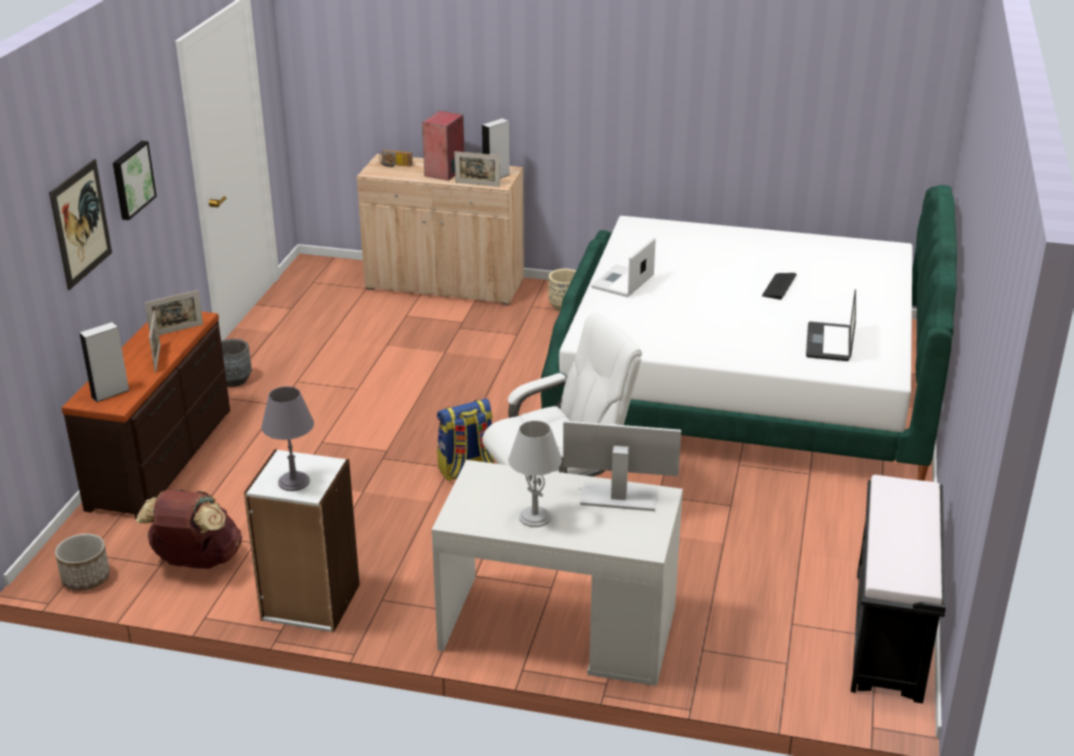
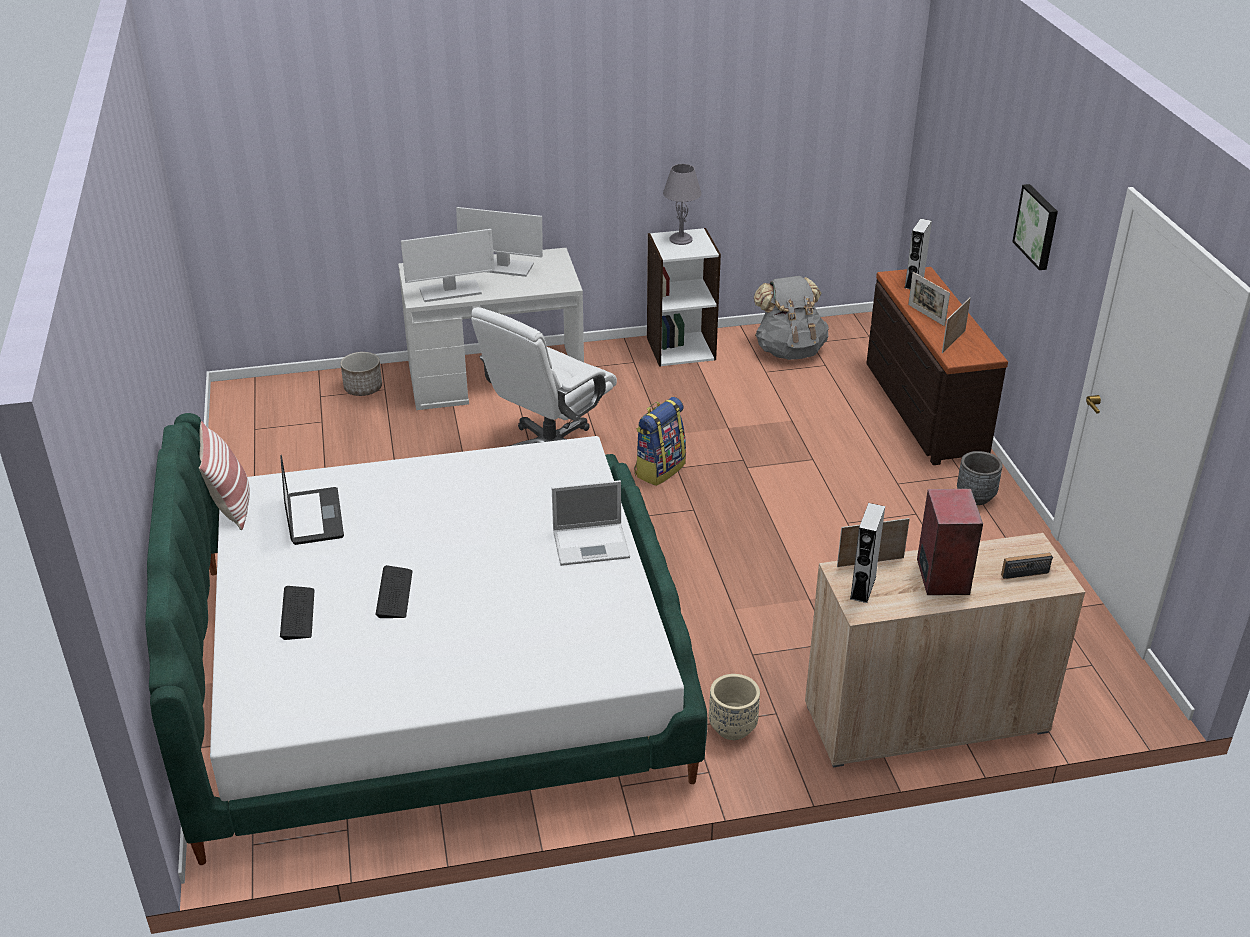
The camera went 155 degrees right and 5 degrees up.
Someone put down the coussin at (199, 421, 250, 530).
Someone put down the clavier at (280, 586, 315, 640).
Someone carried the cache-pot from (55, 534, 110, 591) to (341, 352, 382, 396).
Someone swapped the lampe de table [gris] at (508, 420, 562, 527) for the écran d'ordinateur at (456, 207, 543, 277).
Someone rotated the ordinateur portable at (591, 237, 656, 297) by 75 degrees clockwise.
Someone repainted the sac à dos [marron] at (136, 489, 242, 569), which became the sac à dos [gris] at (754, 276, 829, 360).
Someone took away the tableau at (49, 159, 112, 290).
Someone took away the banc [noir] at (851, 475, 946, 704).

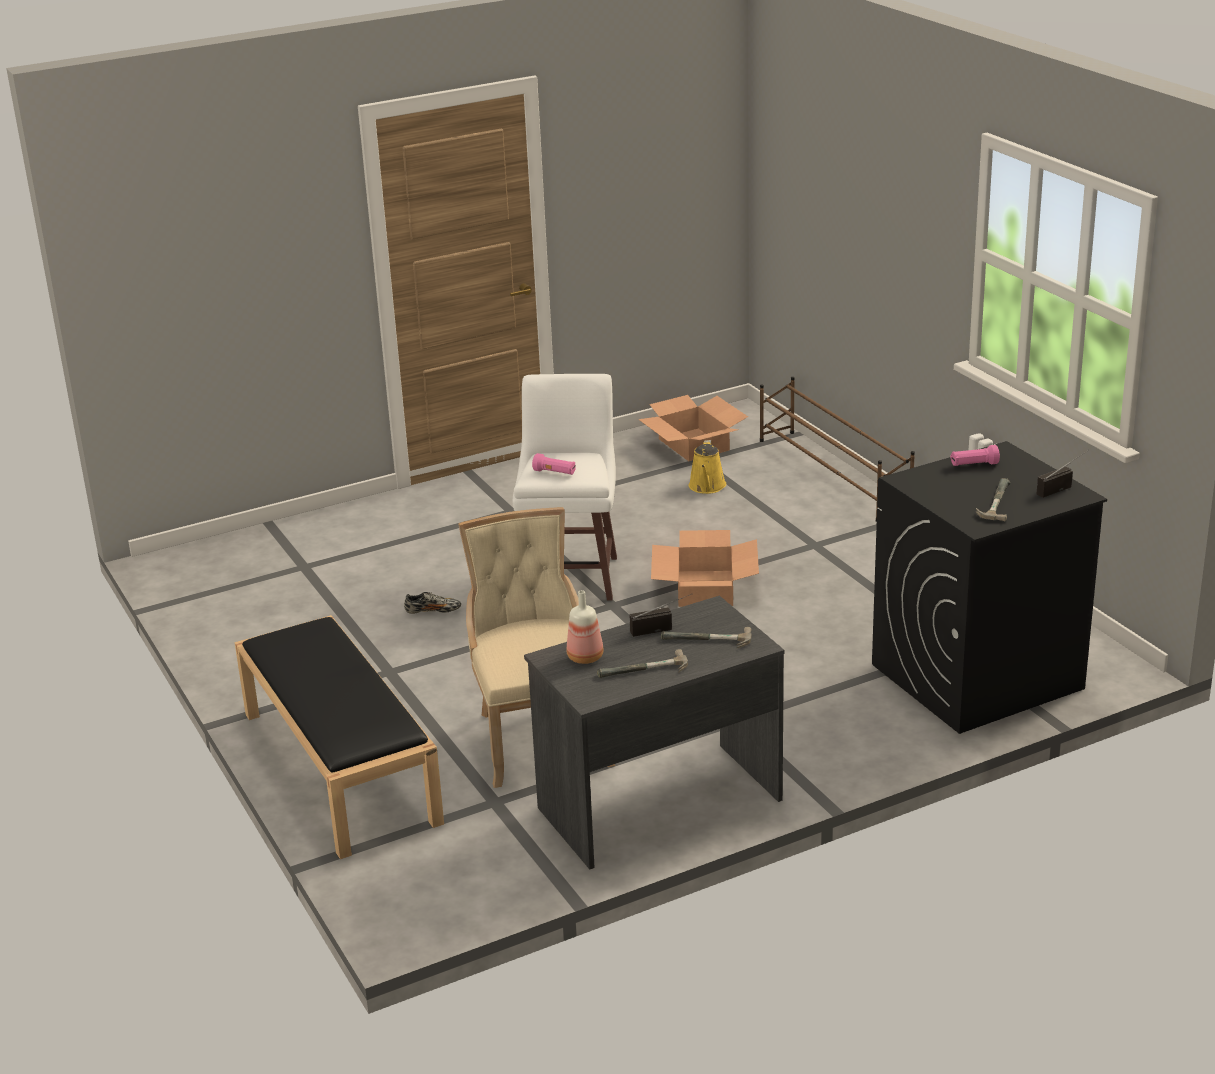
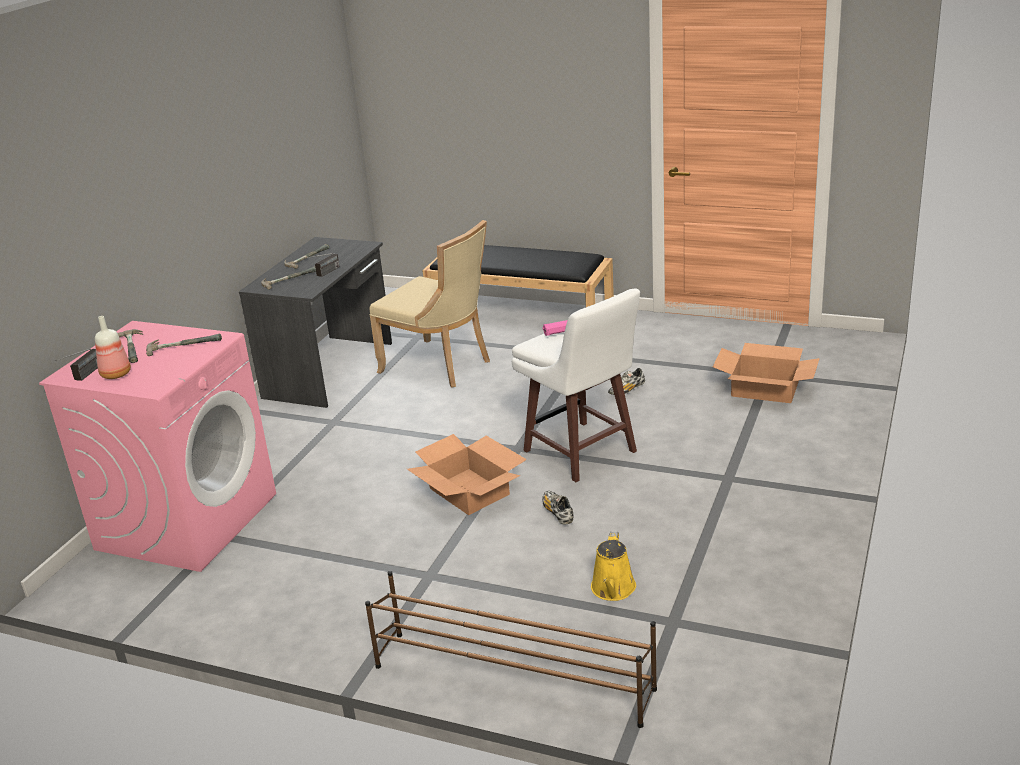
The camera went 140 degrees right and 0 degrees up.
Someone repainted the lave-linge [noir] at (872, 441, 1107, 734), which became the lave-linge [rose] at (39, 321, 276, 572).
Someone carried the bouteille from (567, 590, 604, 664) to (95, 316, 131, 379).
Someone put down the marteau at (146, 334, 222, 356).
Someone put down the chaussure at (542, 491, 573, 524).
Someone rotated the arrosoir [jaune] at (689, 440, 726, 494) by 135 degrees counterclockwise.
Someone carried the carton from (638, 395, 748, 461) to (713, 343, 820, 403).
Someone took away the lampe de poche [rose] at (950, 445, 1000, 466).

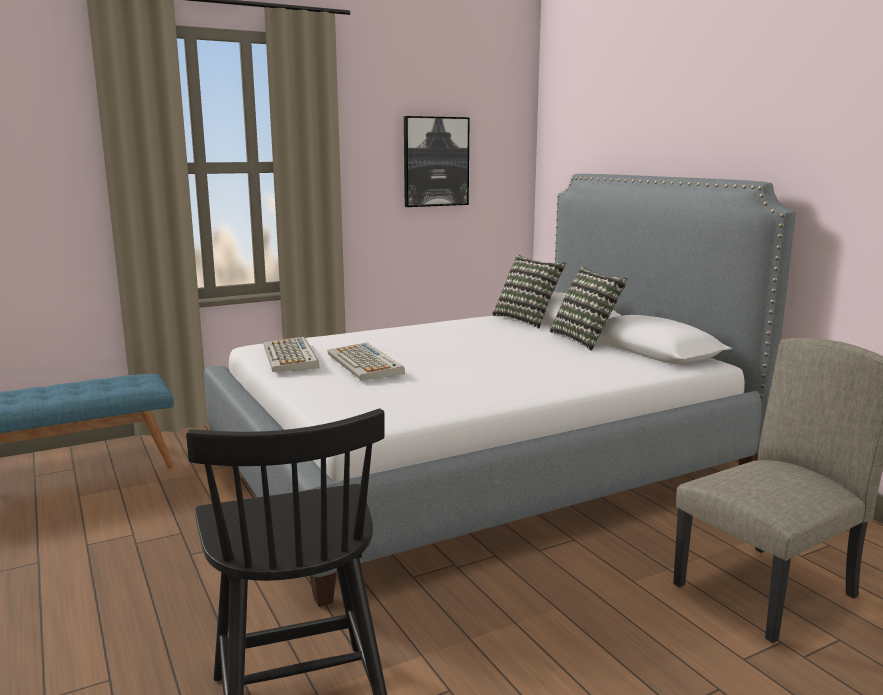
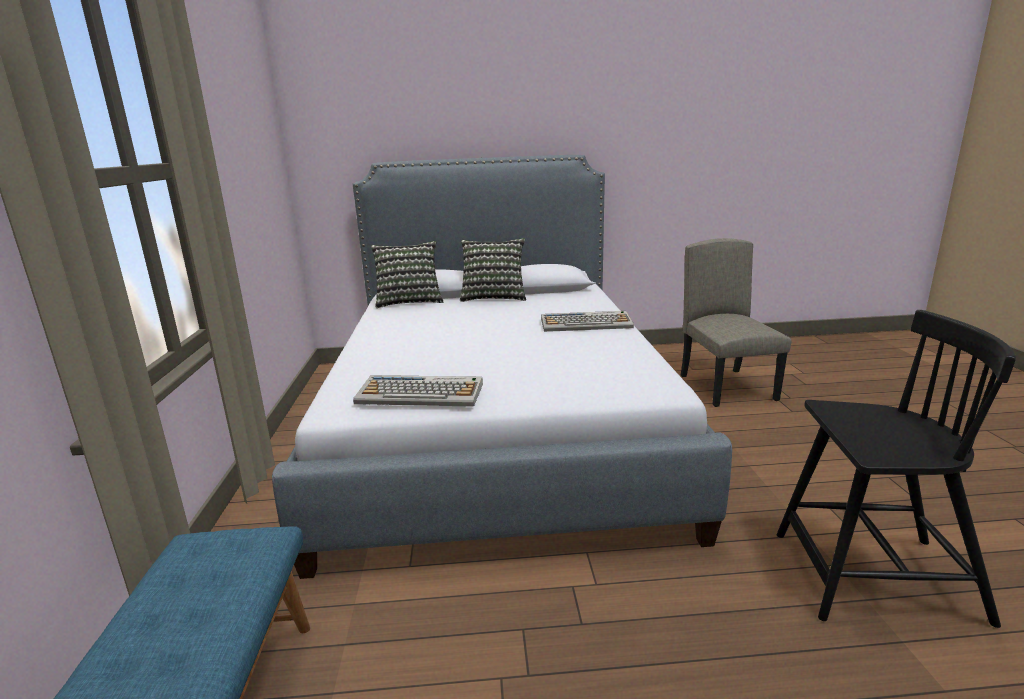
The camera went 65 degrees left and 5 degrees up.
Someone carried the clavier from (328, 343, 405, 380) to (541, 311, 634, 332).
Someone took away the tableau at (404, 116, 470, 207).

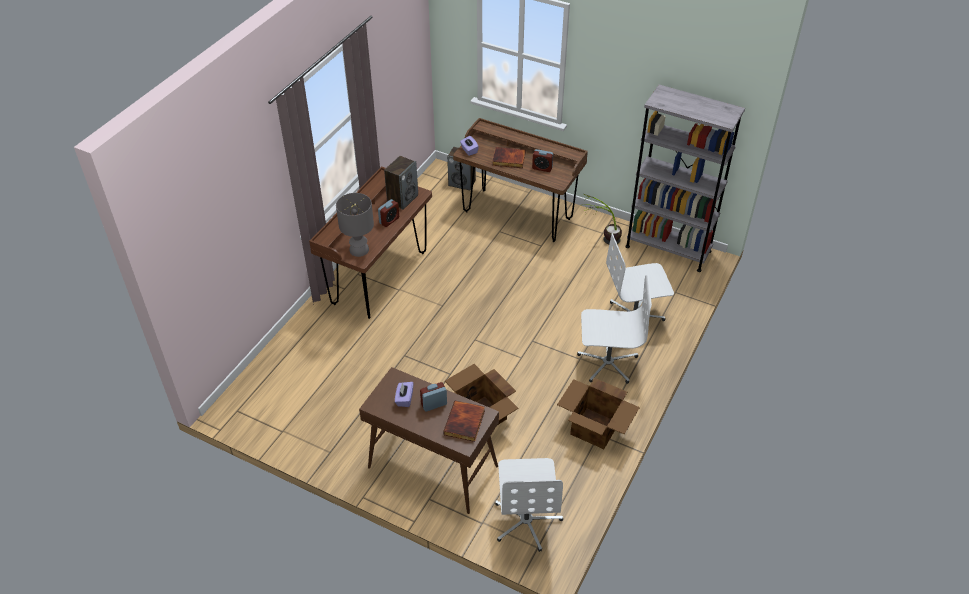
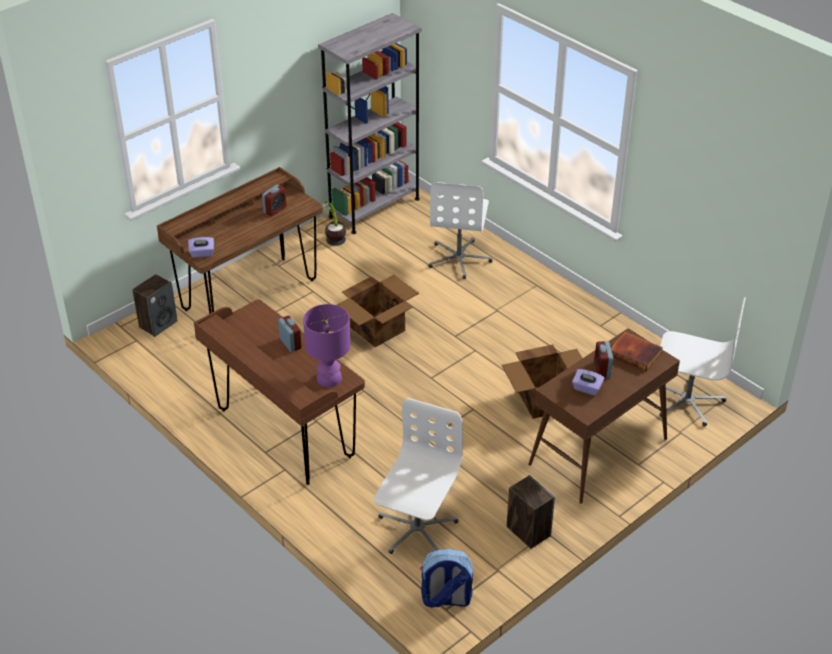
The camera went 70 degrees left and 5 degrees down.
Someone repainted the lampe de table [gris] at (336, 193, 374, 257), which became the lampe de table [violet] at (303, 304, 350, 387).
Someone carried the carton from (557, 378, 640, 449) to (337, 275, 419, 347).
Someone carried the chaise de bureau [blanc] from (577, 275, 652, 384) to (374, 398, 463, 554).
Someone put down the sac à dos at (420, 549, 473, 608).
Someone carried the enceinte from (384, 156, 418, 210) to (507, 475, 555, 549).
Someone took away the livre at (492, 147, 526, 168).

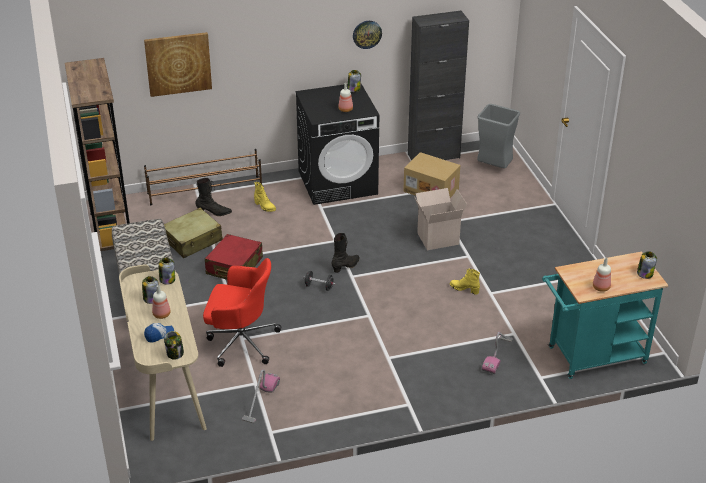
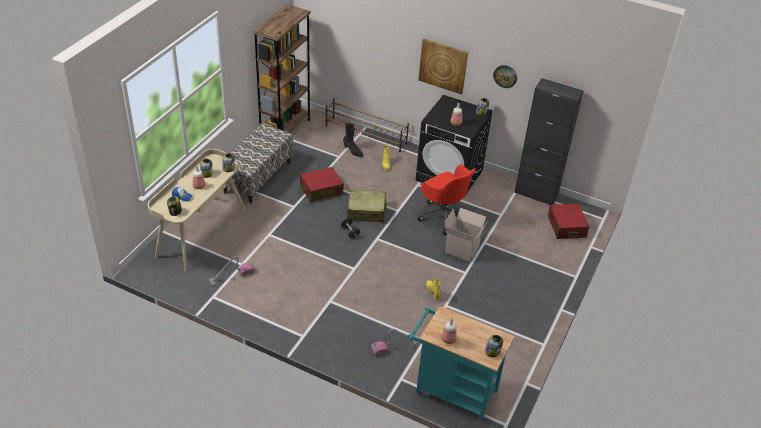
The camera went 40 degrees right and 5 degrees up.
Someone carried the valise [beige] from (164, 208, 223, 258) to (347, 190, 388, 222).
Someone carried the tableau from (144, 32, 212, 97) to (418, 39, 468, 94).
Someone carried the chaise de bureau [rouge] from (203, 258, 281, 367) to (418, 165, 476, 235).
Someone swapped the poubelle [gris] at (477, 104, 520, 168) for the valise [rouge] at (548, 203, 590, 239).
Someone took away the botte [noir] at (332, 233, 360, 273).
Someone took away the carton at (403, 152, 460, 198).

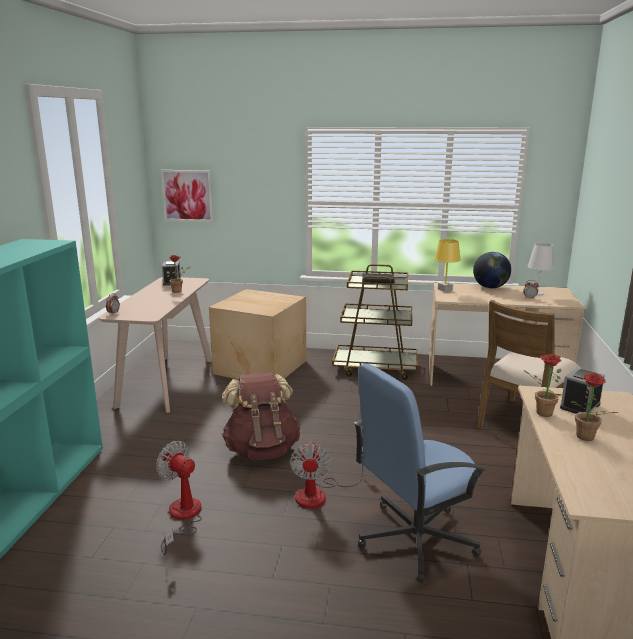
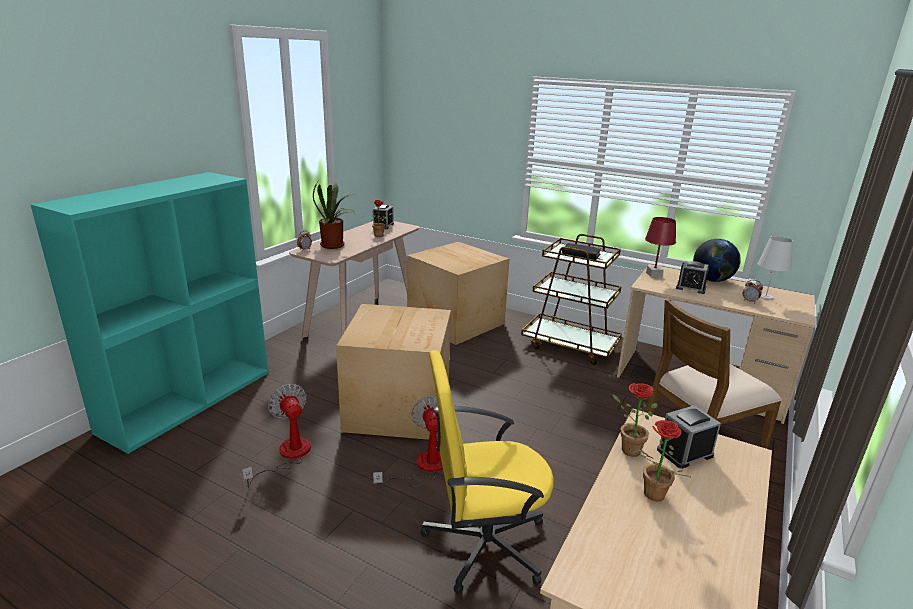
The camera went 20 degrees right and 5 degrees up.
Someone put down the plante en pot at (313, 182, 357, 249).
Someone swapped the sac à dos [marron] at (222, 372, 301, 460) for the carton at (336, 304, 451, 440).
Someone rotated the ventilateur at (290, 441, 363, 508) by 150 degrees clockwise.
Someone repainted the chaise de bureau [bleu] at (354, 364, 486, 583), which became the chaise de bureau [jaune] at (421, 350, 554, 594).
Someone repainted the lampe de table [jaune] at (434, 239, 461, 292), which became the lampe de table [rouge] at (645, 217, 676, 277).
Someone put down the réveil at (676, 261, 709, 294).
Someone took away the tableau at (161, 170, 214, 222).

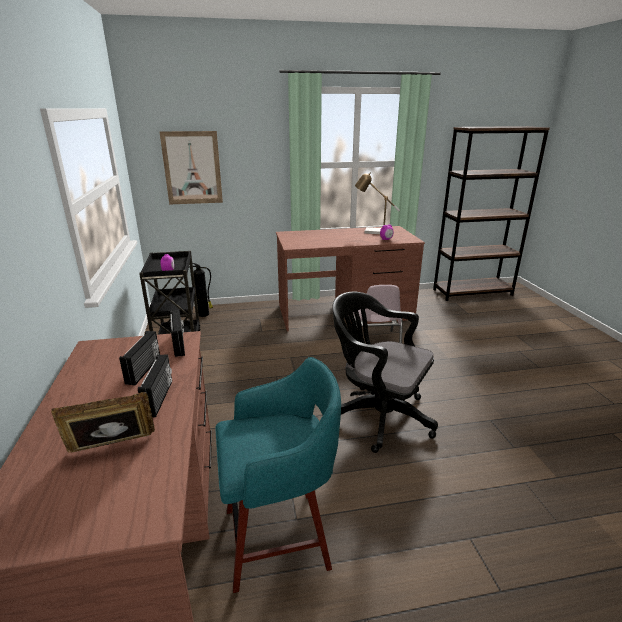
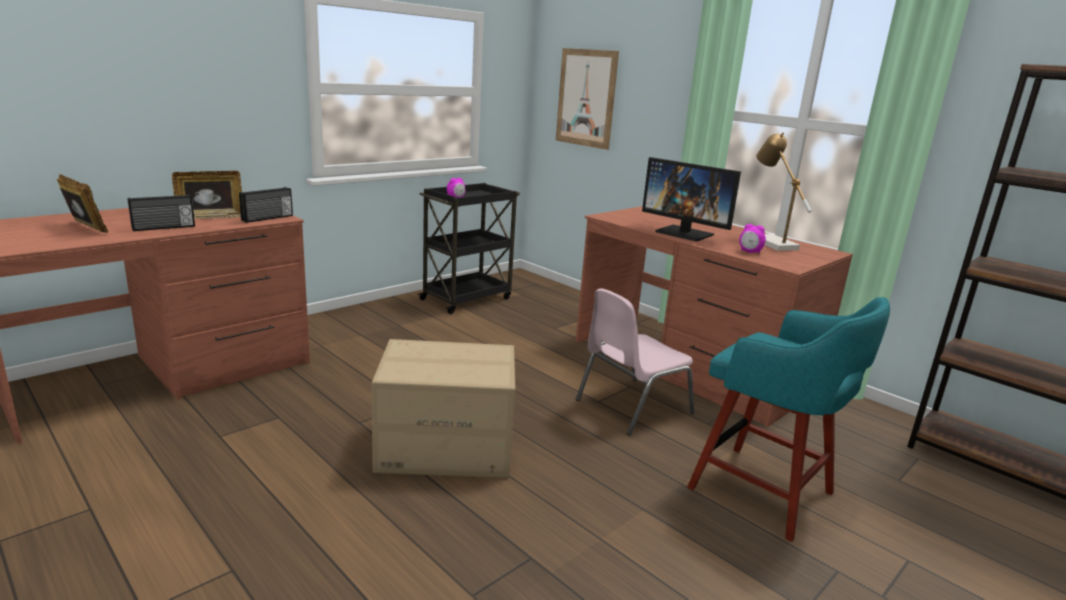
The camera went 55 degrees right and 5 degrees down.
Someone swapped the radio at (119, 331, 160, 385) for the cadre photo at (172, 171, 242, 219).
Someone swapped the chaise de bureau [noir] at (332, 292, 438, 453) for the carton at (372, 339, 516, 478).
Someone put down the écran d'ordinateur at (642, 157, 741, 241).
Someone carried the tabouret [turquoise] from (216, 357, 341, 593) to (687, 297, 890, 542).
Someone took away the extincteur at (189, 263, 213, 317).

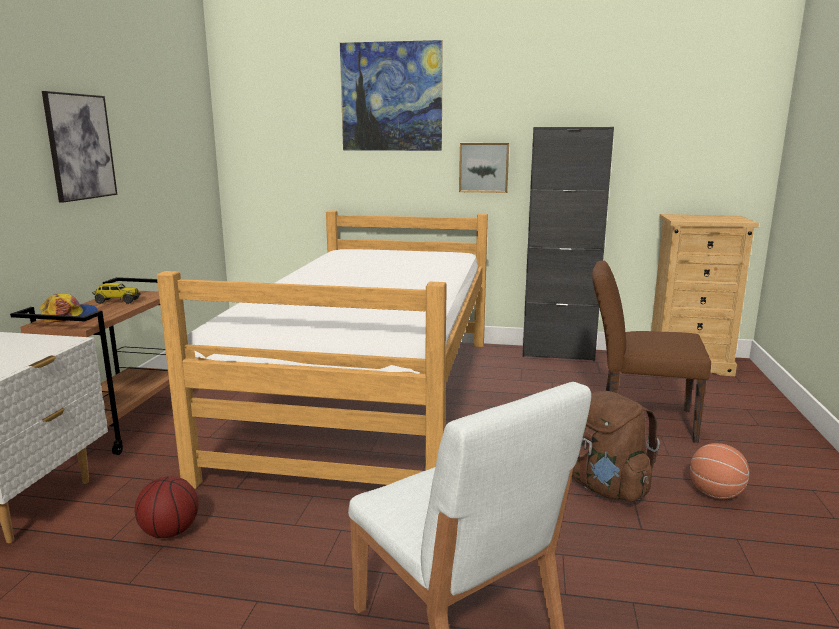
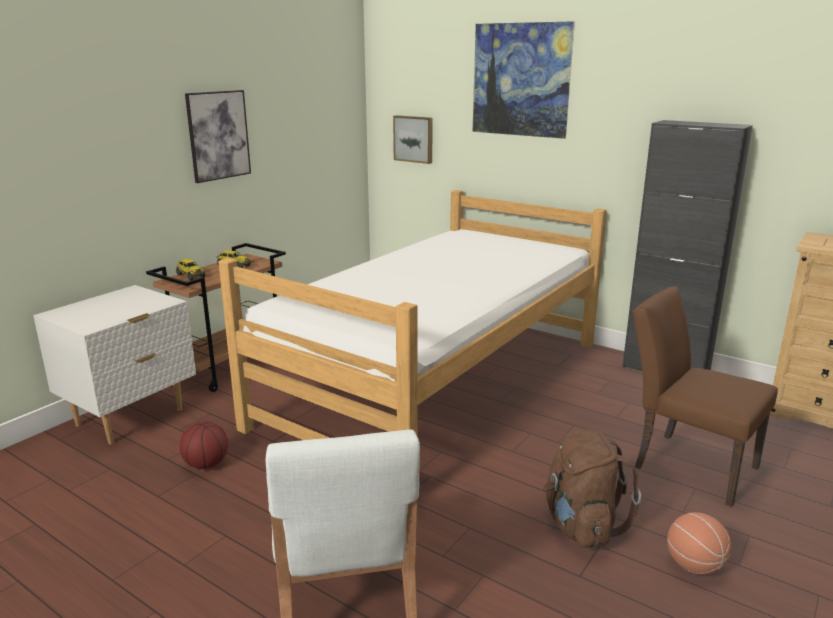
The camera went 25 degrees right and 5 degrees up.
Someone swapped the casquette at (39, 294, 98, 322) for the camion jouet at (176, 259, 205, 281).
Someone carried the tableau from (459, 143, 509, 193) to (393, 115, 433, 164).

